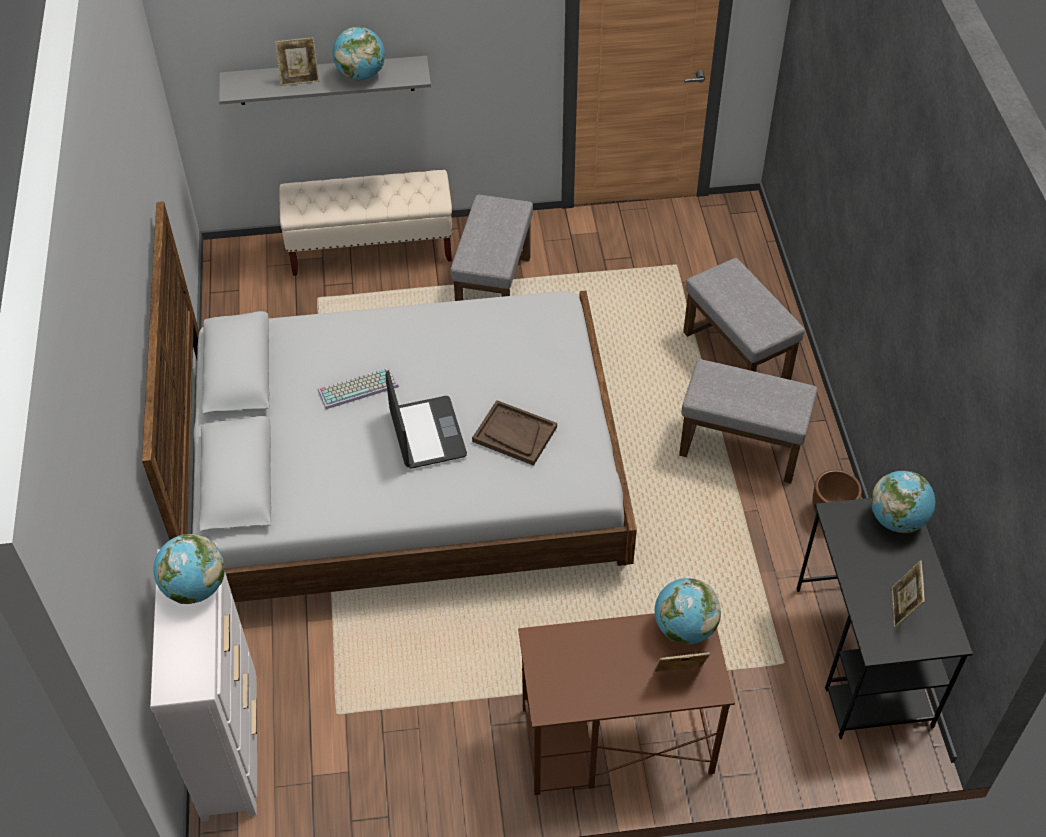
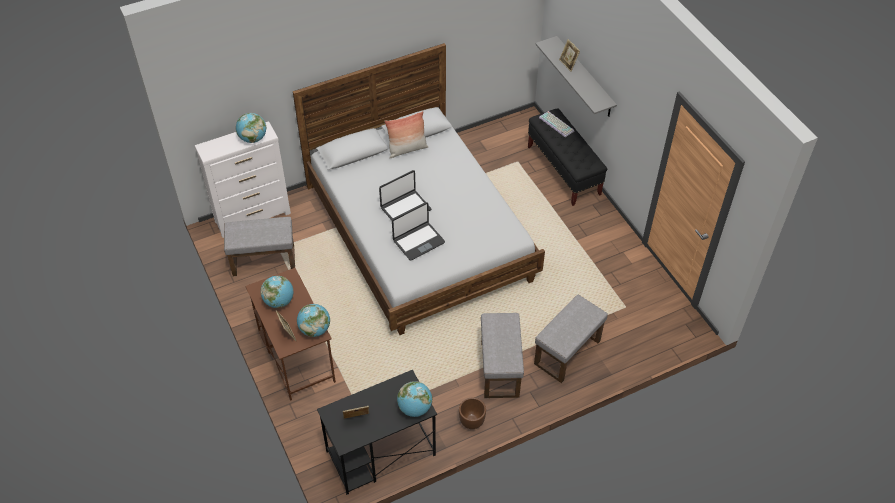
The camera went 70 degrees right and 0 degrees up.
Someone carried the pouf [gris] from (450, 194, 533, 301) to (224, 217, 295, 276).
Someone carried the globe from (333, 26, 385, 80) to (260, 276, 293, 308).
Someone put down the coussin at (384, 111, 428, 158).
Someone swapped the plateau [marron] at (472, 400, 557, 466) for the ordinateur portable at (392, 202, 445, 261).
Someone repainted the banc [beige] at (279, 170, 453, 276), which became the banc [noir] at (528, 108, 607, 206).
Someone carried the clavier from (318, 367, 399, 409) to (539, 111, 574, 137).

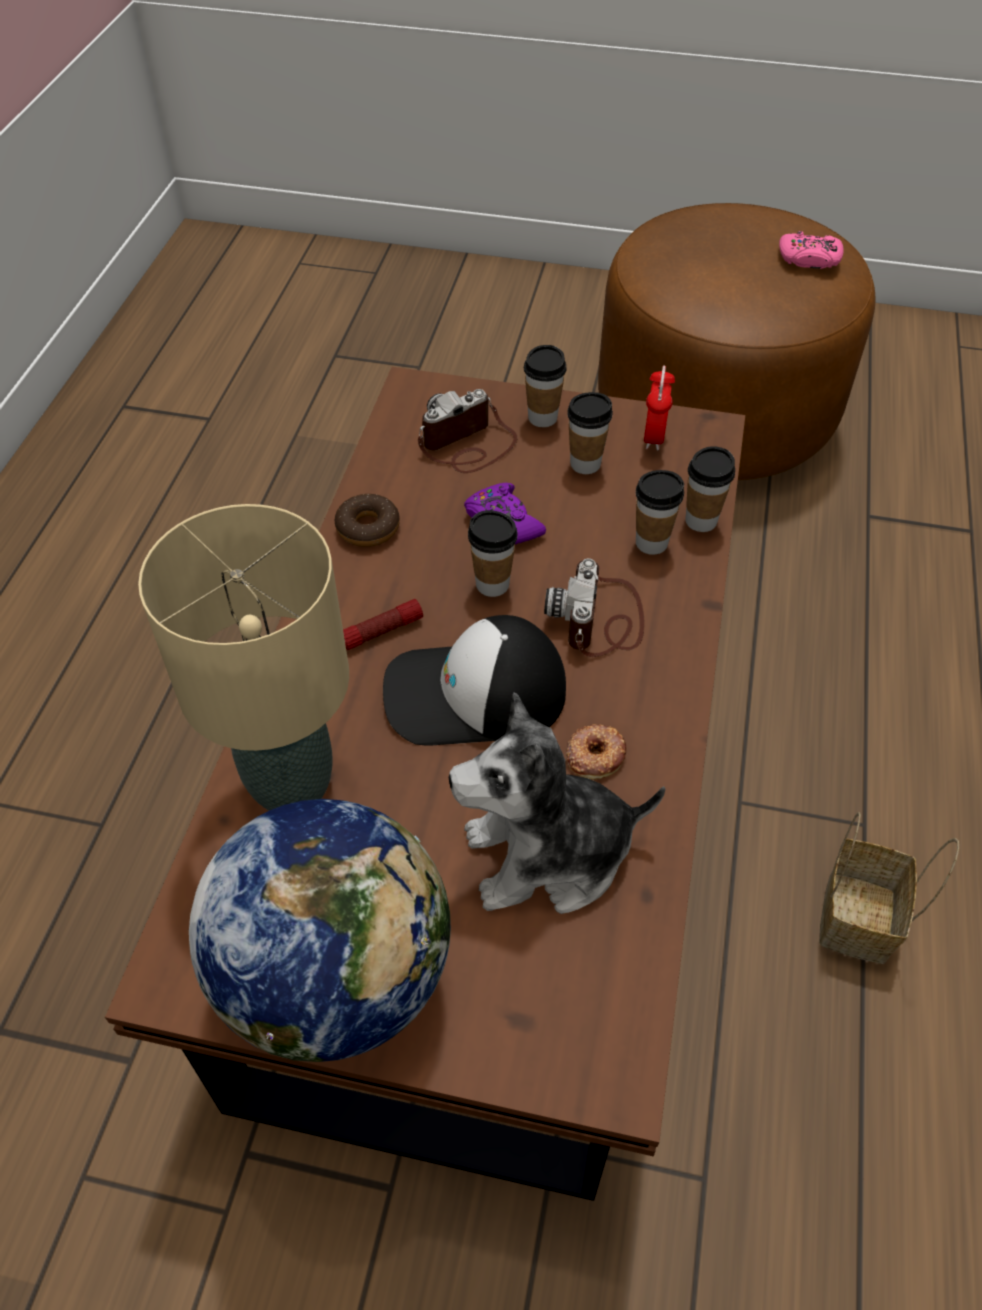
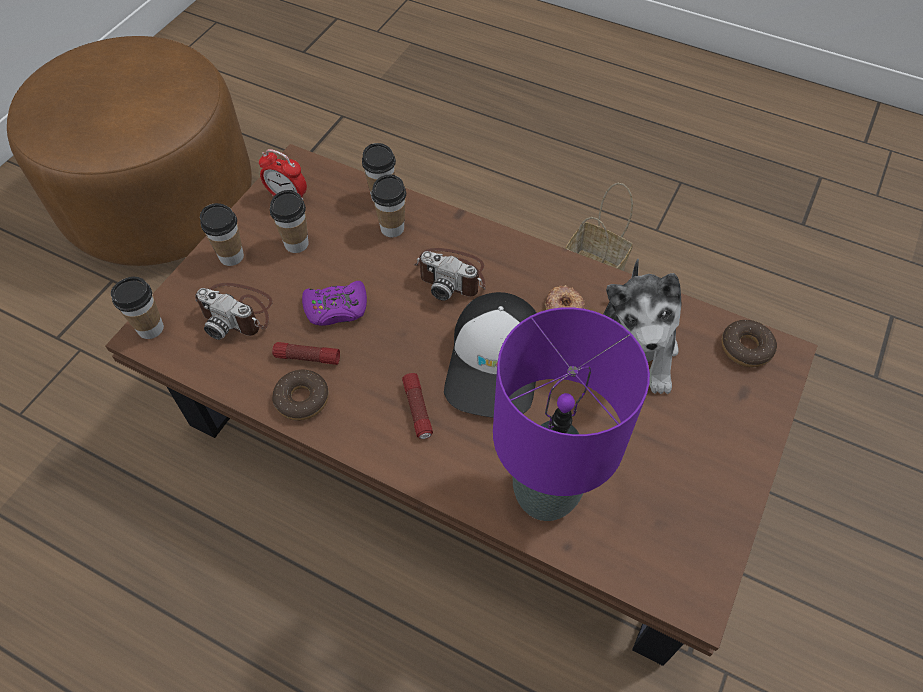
The camera went 75 degrees left and 5 degrees up.
Someone carried the tasse from (468, 510, 518, 597) to (111, 277, 164, 339).
Someone rotated the appareil photo at (418, 389, 517, 473) by 45 degrees counterclockwise.
Someone put down the lampe de poche at (272, 342, 340, 365).
Someone repainted the lampe de table [beige] at (138, 504, 349, 810), which became the lampe de table [violet] at (493, 307, 650, 521).
Someone put down the beignet at (722, 320, 777, 367).
Someone took away the globe at (189, 799, 451, 1062).
Someone took away the manette [rose] at (779, 231, 844, 269).

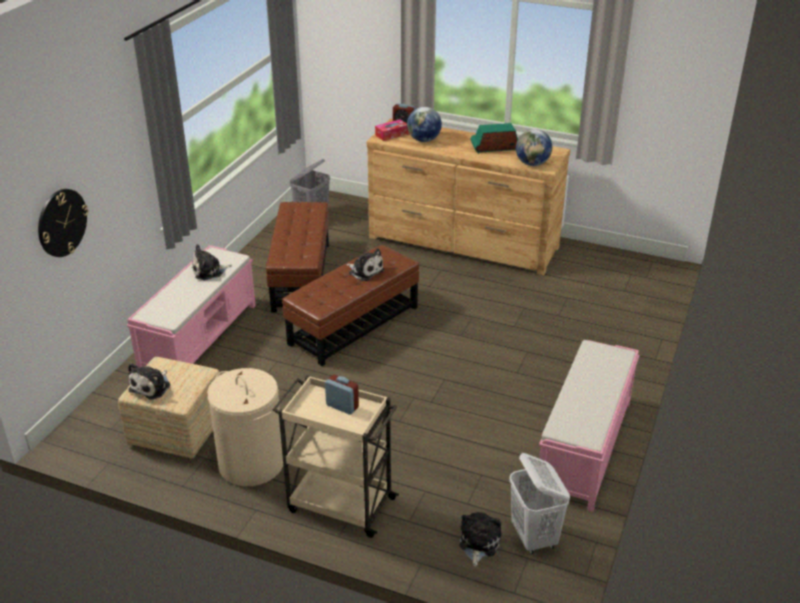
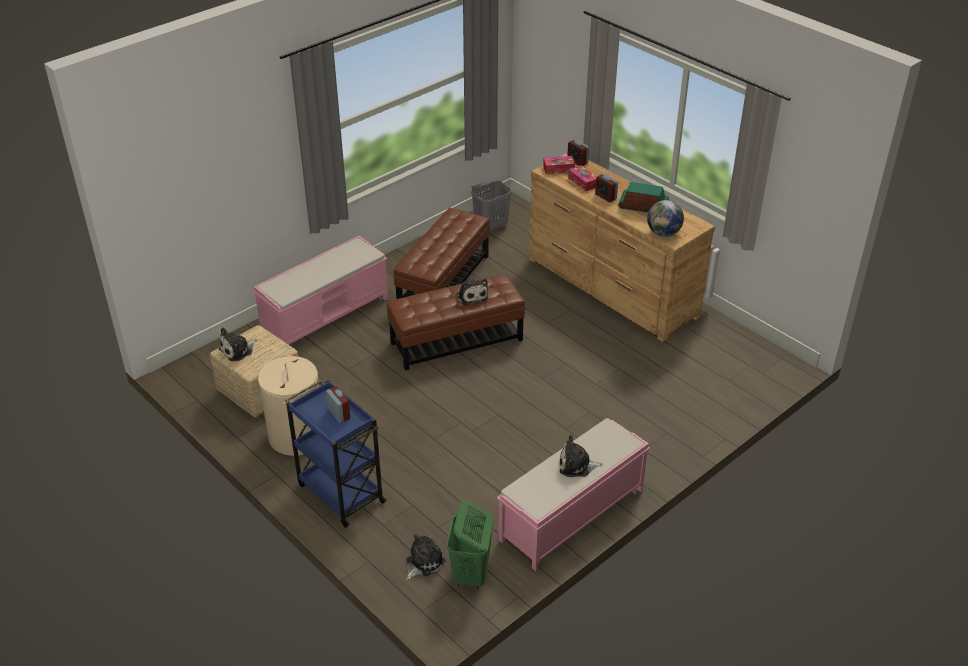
The camera went 25 degrees right and 5 degrees up.
Someone repainted the chariot [beige] at (273, 375, 399, 538), which became the chariot [bleu] at (285, 380, 387, 528).
Someone repainted the panier à linge [blanc] at (509, 453, 570, 554), which became the panier à linge [vert] at (447, 500, 493, 589).
Someone carried the peluche from (192, 244, 232, 280) to (559, 435, 603, 477).
Someone swapped the globe at (407, 106, 442, 142) for the boîte à mouchoirs at (568, 165, 597, 191).
Someone put down the réveil at (595, 173, 618, 202).
Someone took away the horloge murale at (38, 189, 88, 257).

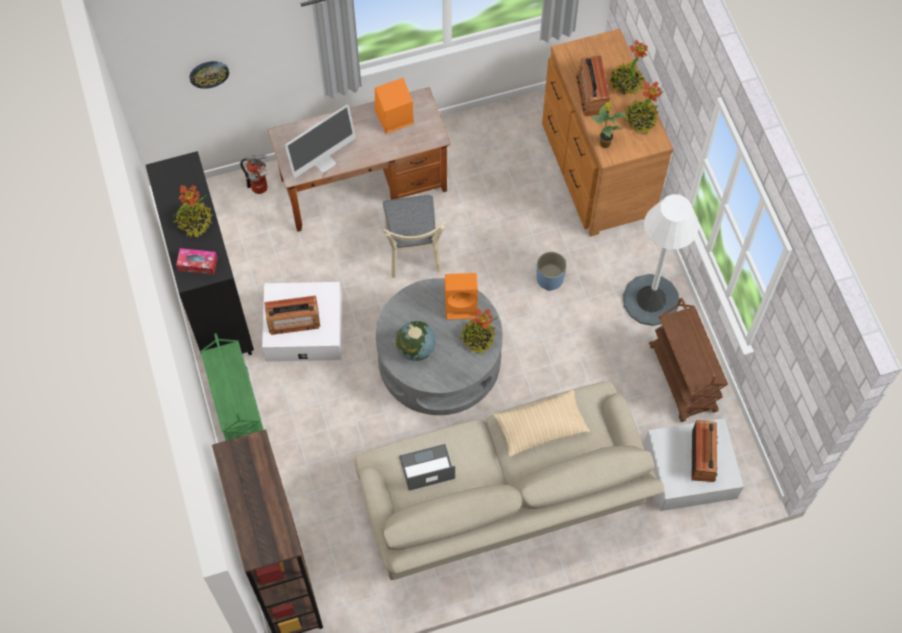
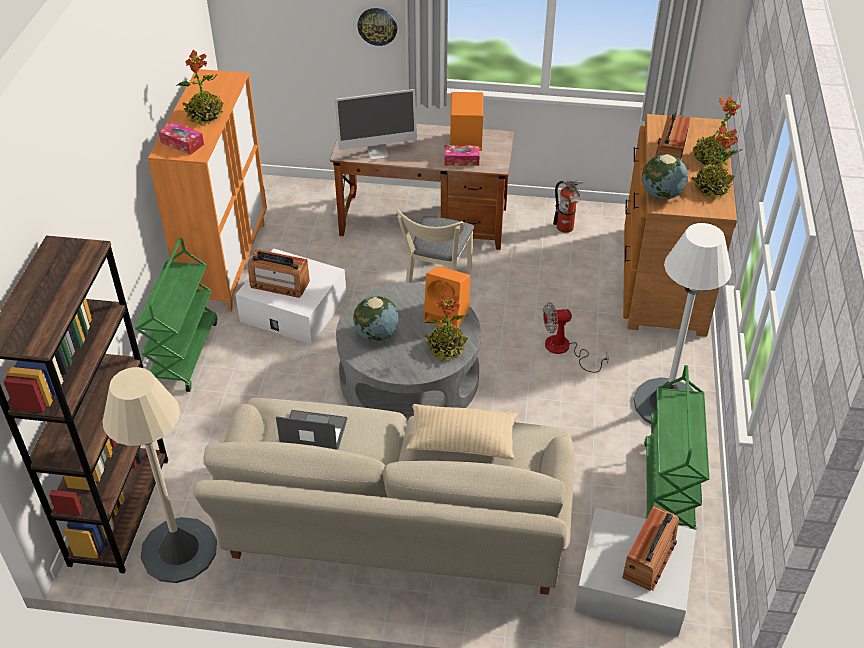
The camera went 25 degrees right and 20 degrees down.
Someone put down the lampadaire [beige] at (102, 367, 217, 583).
Someone repainted the meuble de rangement [noir] at (146, 151, 254, 355), which became the meuble de rangement [orange] at (148, 69, 267, 312).
Someone carried the horloge murale from (189, 61, 229, 89) to (357, 8, 397, 46).
Someone put down the boîte à mouchoirs at (444, 145, 479, 166).
Someone swapped the cache-pot [bleu] at (536, 252, 567, 291) for the ventilateur at (543, 302, 609, 373).
Someone carried the extincteur from (240, 155, 268, 194) to (553, 179, 585, 233).
Someone swapped the plante en pot at (591, 102, 628, 148) for the globe at (642, 154, 688, 200).
Someone repainted the chariot [marron] at (649, 298, 728, 422), which became the chariot [vert] at (644, 365, 709, 530).

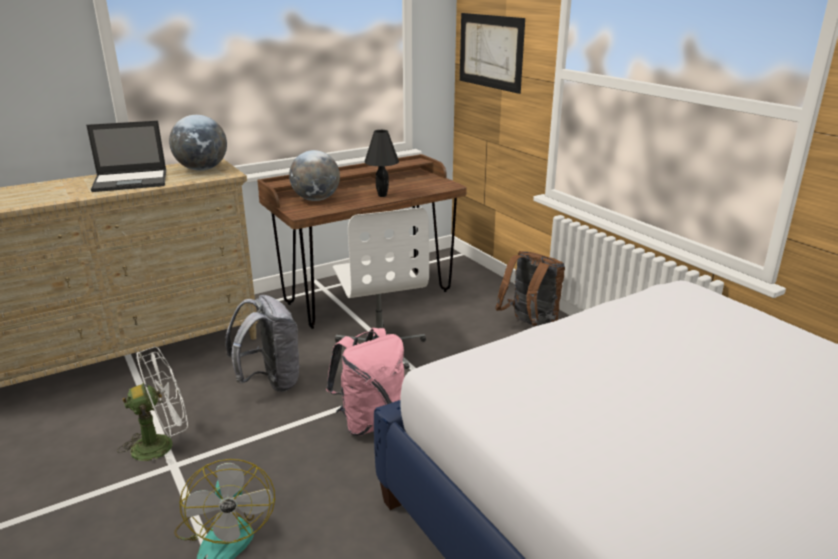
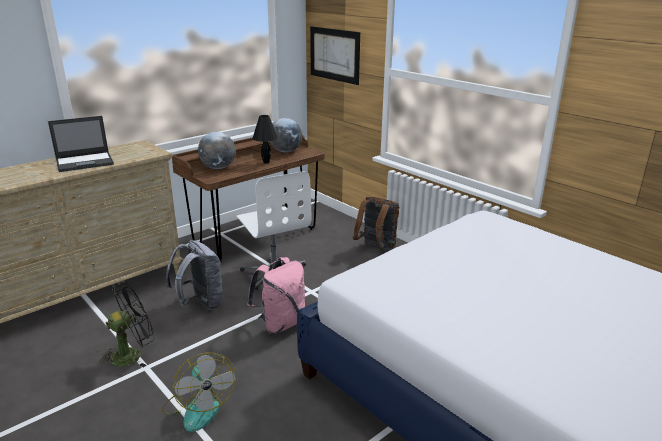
The camera went 10 degrees left and 0 degrees up.
Someone repainted the ventilateur [blanc] at (117, 347, 188, 465), which became the ventilateur [noir] at (99, 283, 154, 367).
Someone carried the globe from (169, 115, 227, 171) to (270, 118, 302, 152).

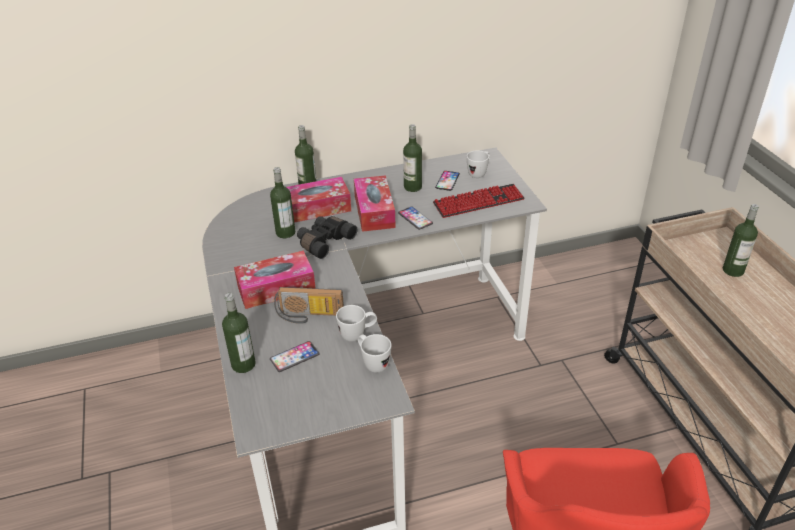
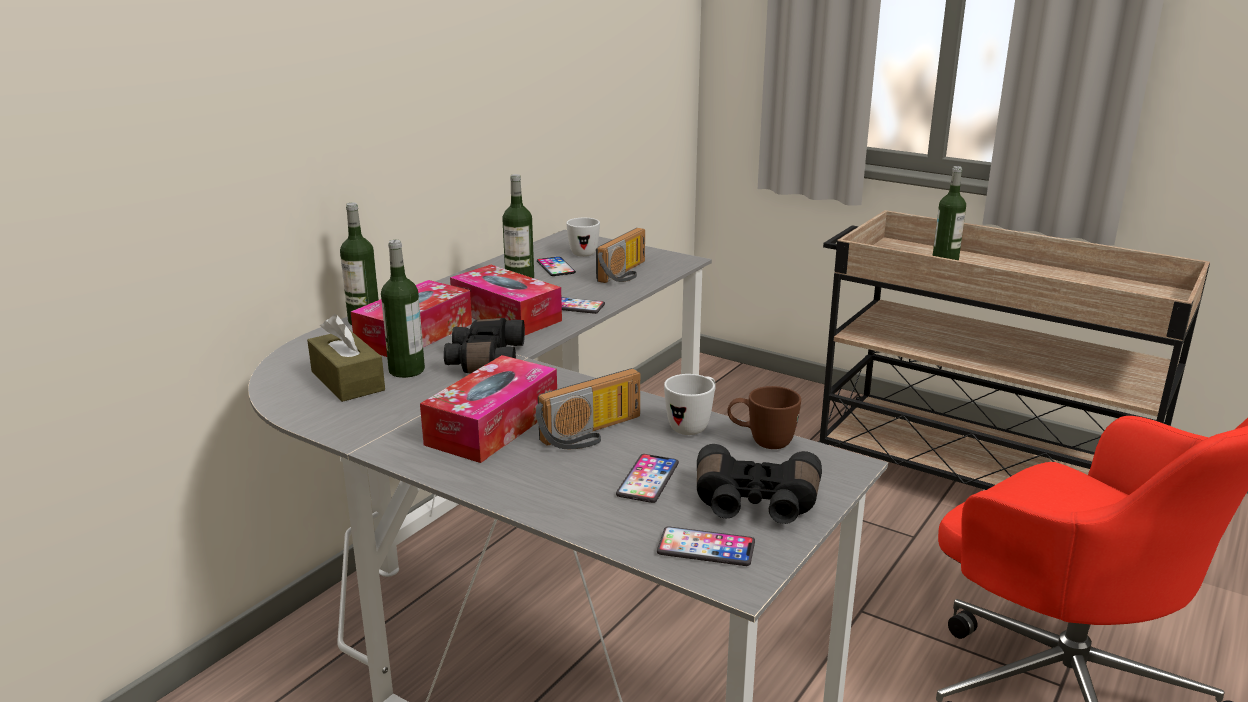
The camera went 40 degrees left and 15 degrees down.
Someone put down the boîte à mouchoirs [marron] at (307, 314, 385, 402).
Someone swapped the clavier at (433, 184, 525, 218) for the radio at (596, 228, 645, 283).
Someone put down the téléphone at (657, 526, 755, 566).
Someone put down the jumelles [noir] at (697, 444, 822, 524).
Someone repainted the mug [blanc] at (358, 334, 391, 373), which became the mug [marron] at (727, 386, 801, 449).
Someone took away the bouteille at (222, 293, 256, 373).

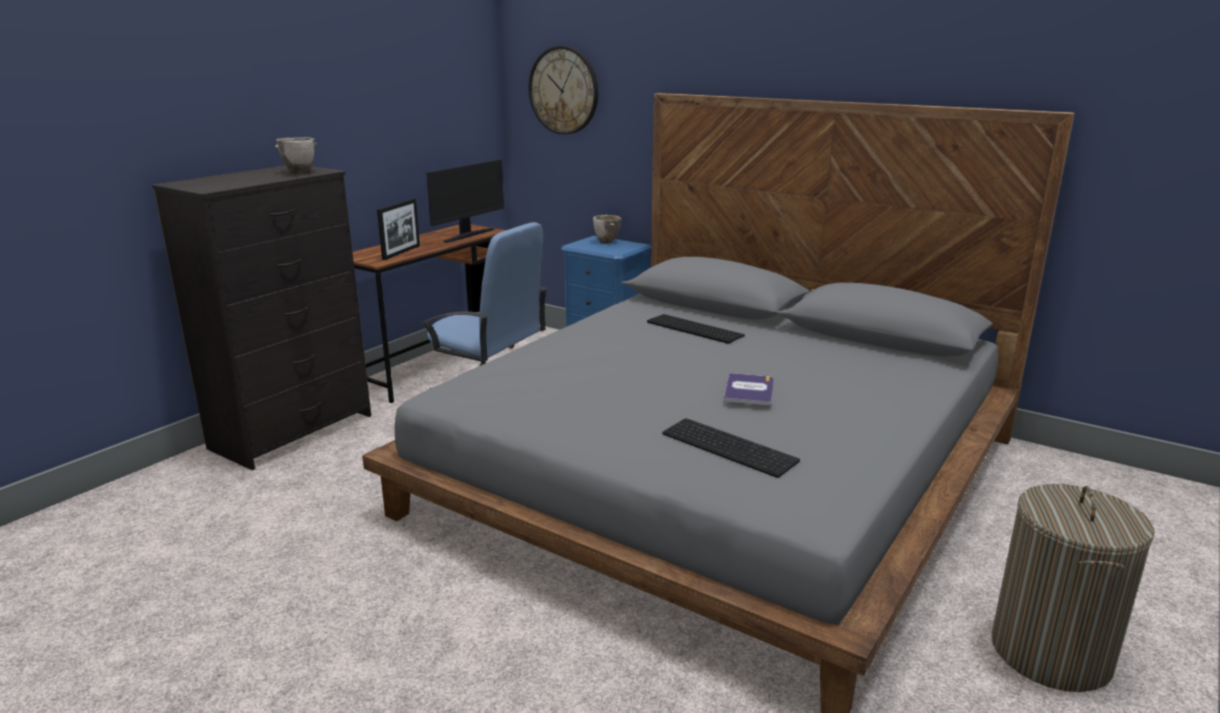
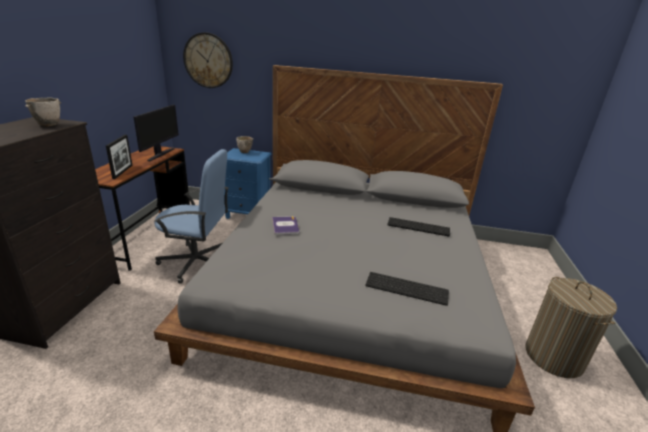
The camera went 25 degrees left and 5 degrees up.
Someone carried the livre from (723, 373, 773, 405) to (272, 216, 299, 235).
Someone carried the clavier from (647, 314, 745, 344) to (387, 217, 450, 237).

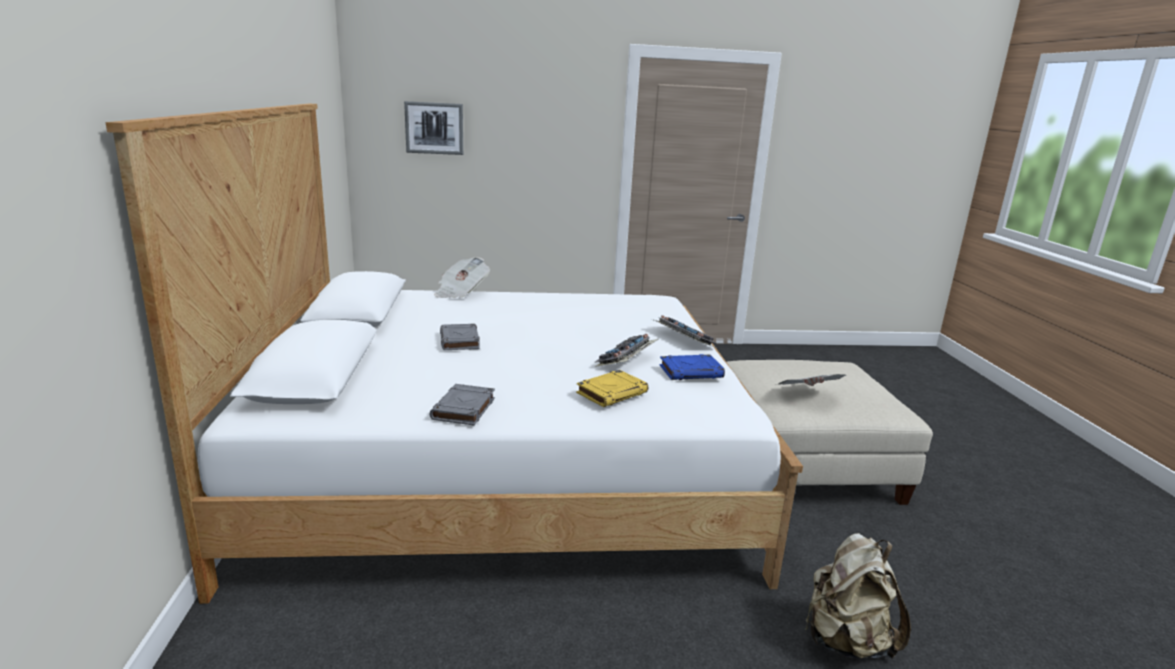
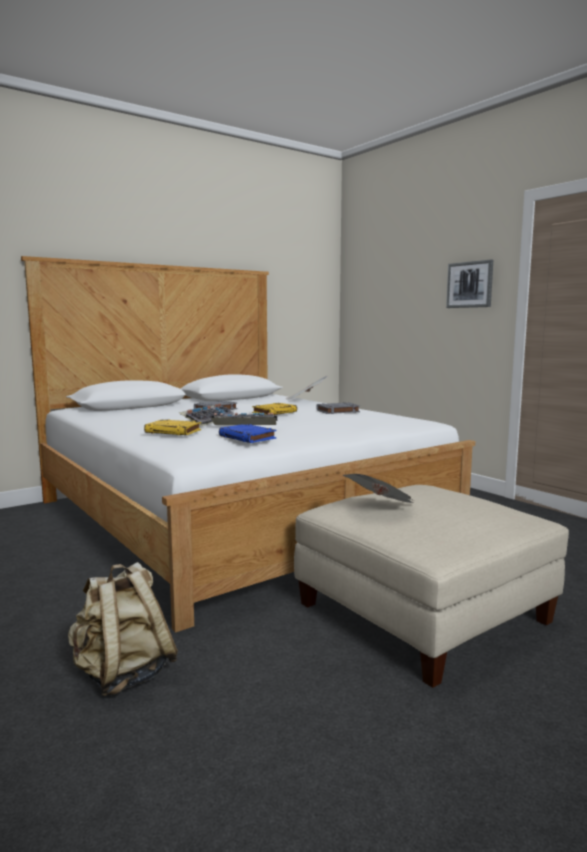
The camera went 60 degrees right and 10 degrees down.
Someone carried the clavier from (652, 315, 717, 348) to (179, 403, 235, 426).
Someone put down the livre [jaune] at (252, 403, 297, 415).
Someone carried the livre [gris] from (430, 384, 495, 425) to (316, 402, 360, 414).
Someone carried the tableau from (404, 101, 463, 155) to (446, 259, 493, 308).

